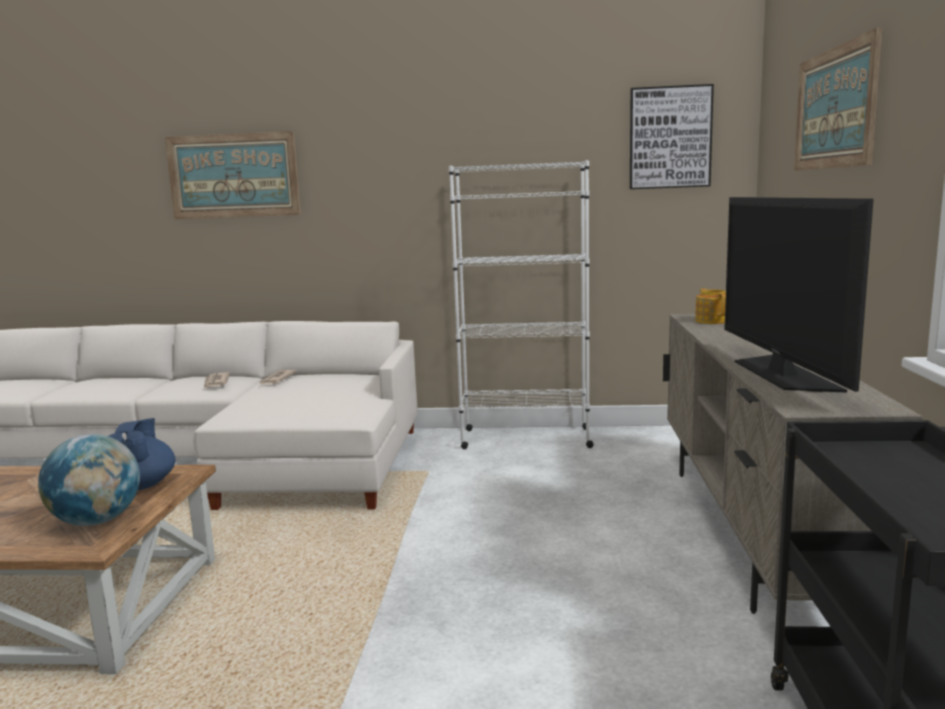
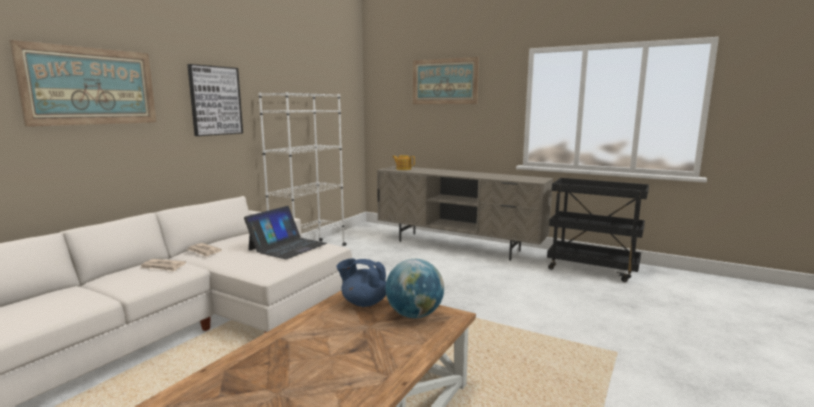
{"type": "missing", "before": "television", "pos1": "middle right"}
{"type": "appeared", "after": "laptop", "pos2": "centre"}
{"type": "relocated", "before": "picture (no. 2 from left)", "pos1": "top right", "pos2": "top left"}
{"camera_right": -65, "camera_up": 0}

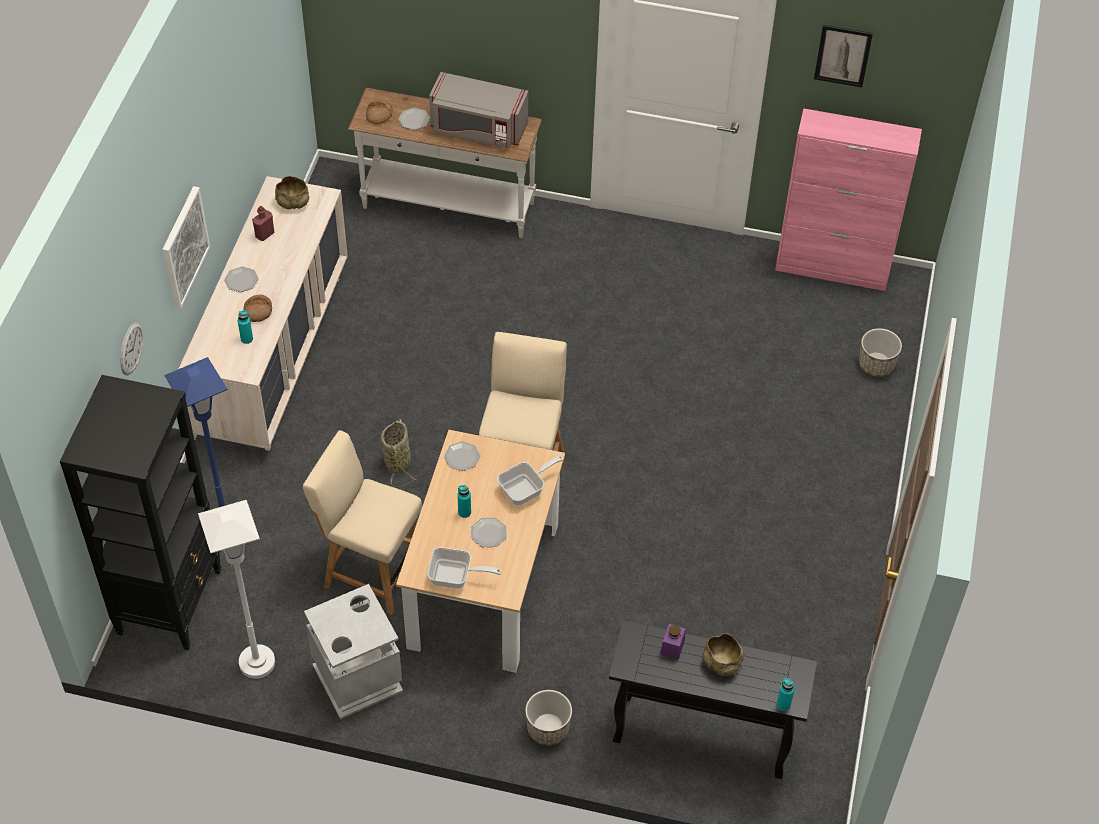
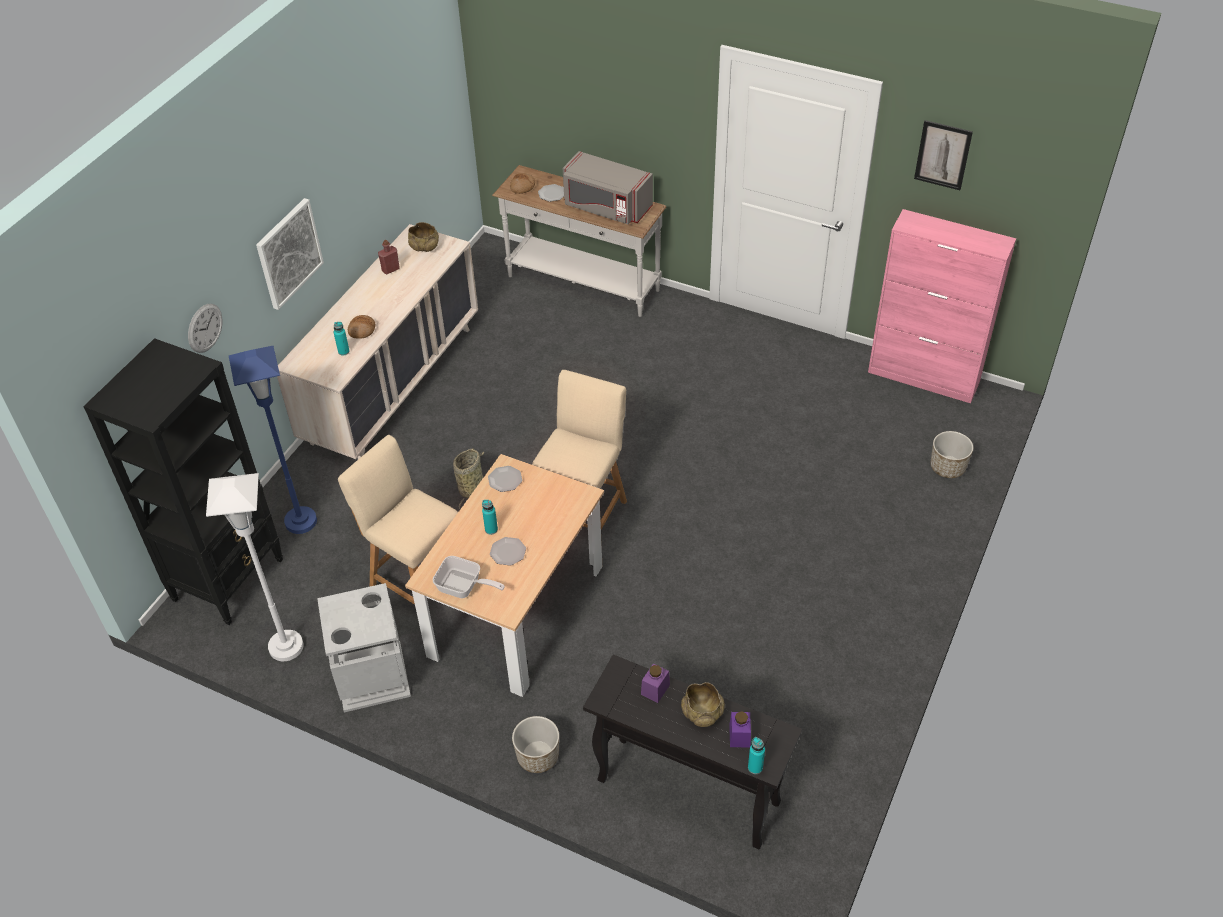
{"type": "missing", "before": "plate (no. 1 from left)", "pos1": "middle left"}
{"type": "missing", "before": "frying pan (no. 2 from left)", "pos1": "centre"}
{"type": "appeared", "after": "jar (purple) (no. 2 from left)", "pos2": "bottom centre"}
{"camera_right": 15, "camera_up": -5}

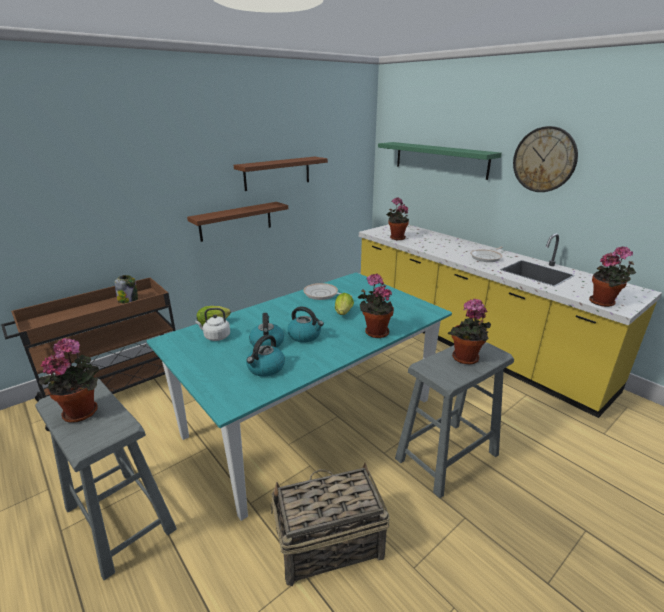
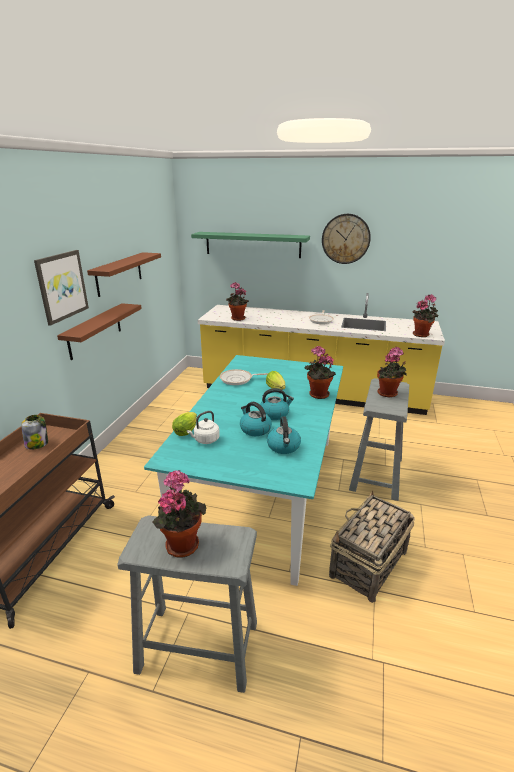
{"type": "appeared", "after": "picture", "pos2": "middle left"}
{"camera_right": -35, "camera_up": 0}

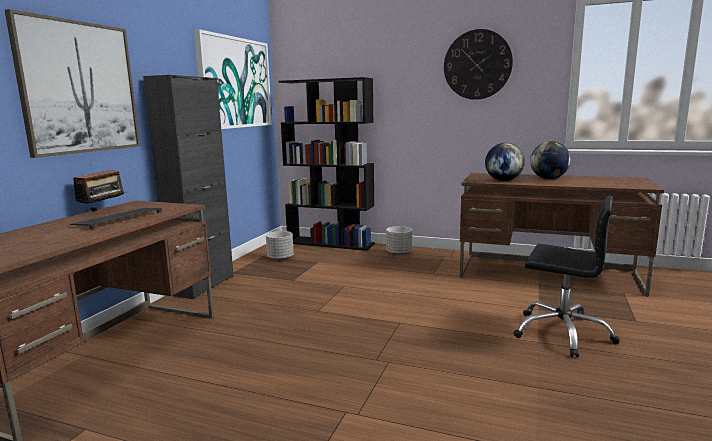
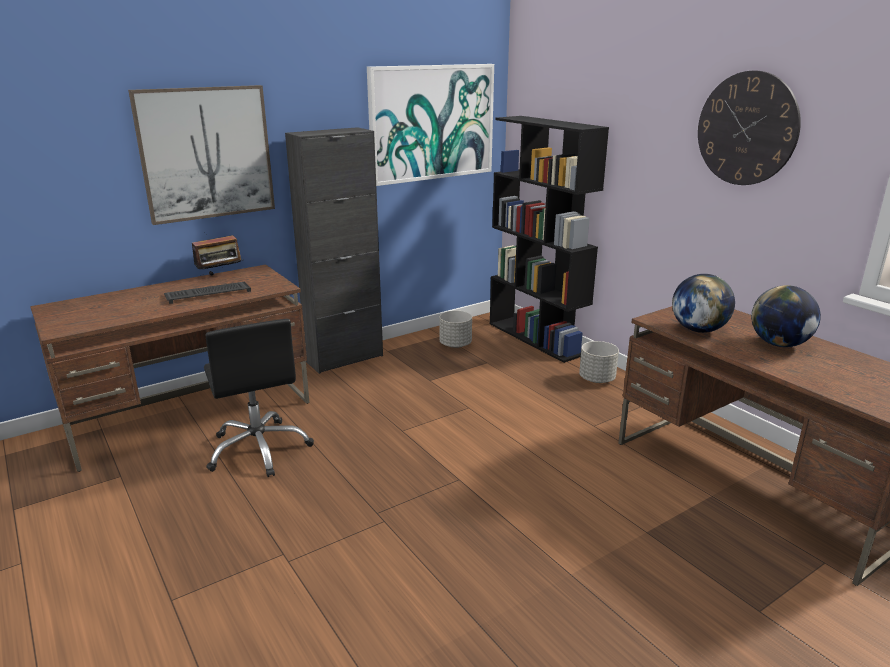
{"type": "relocated", "before": "office chair (black)", "pos1": "middle right", "pos2": "middle left"}
{"camera_right": 35, "camera_up": 10}

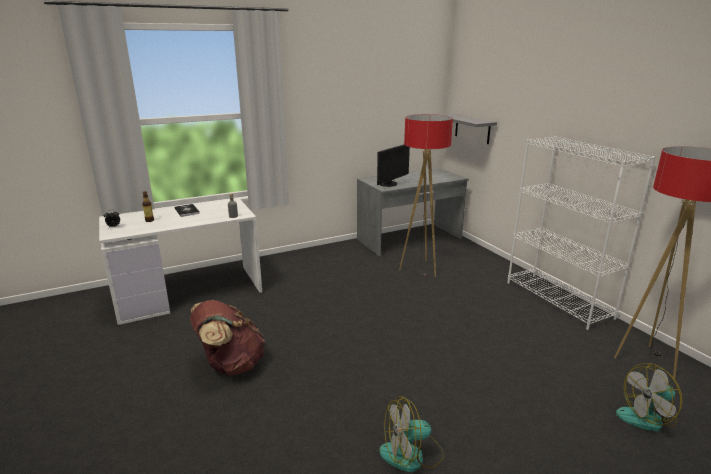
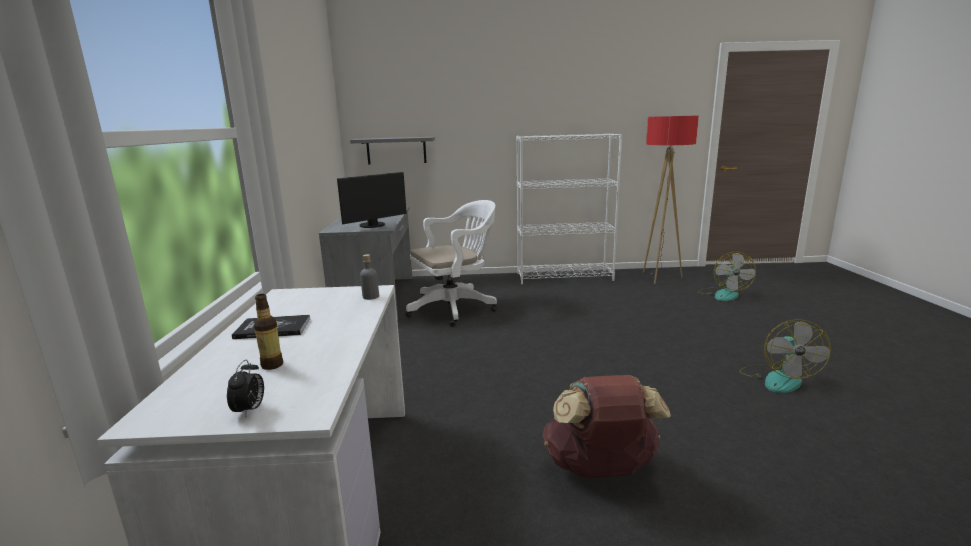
{"type": "exchanged", "before": "floor lamp (no. 1 from left)", "after": "office chair (white)", "pos1": "centre", "pos2": "centre"}
{"type": "spun", "before": "monitor", "pos1": "centre", "pos2": "centre", "turn": 75}
{"camera_right": -65, "camera_up": -5}

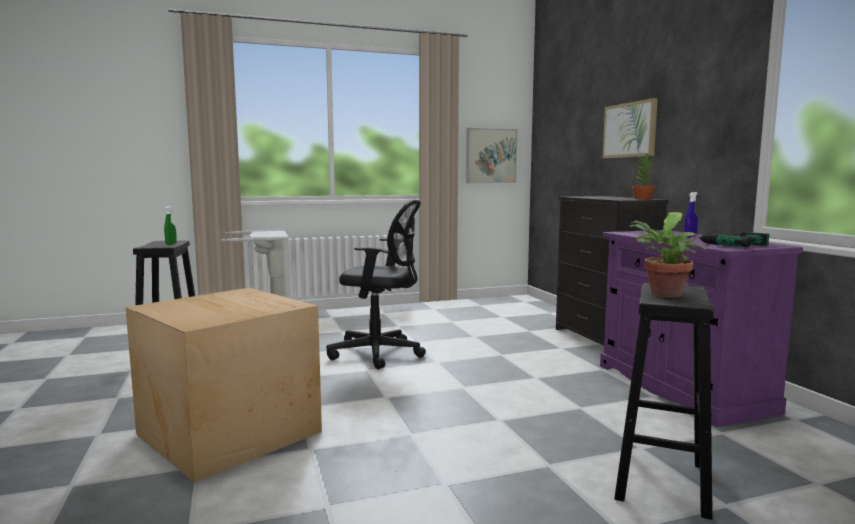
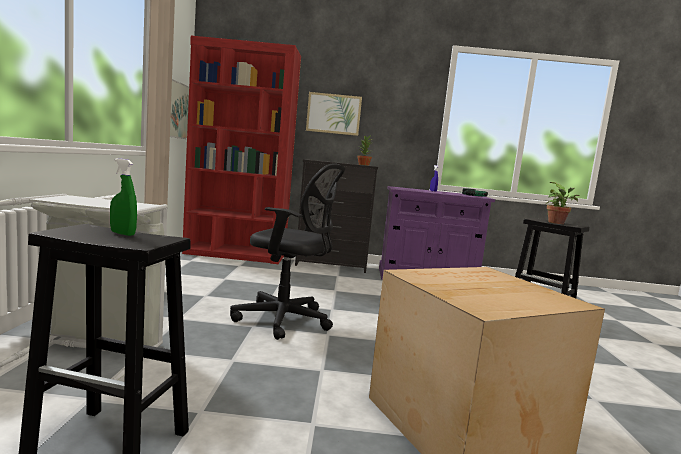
{"type": "appeared", "after": "bookcase (red)", "pos2": "top centre"}
{"type": "spun", "before": "office chair (black)", "pos1": "centre", "pos2": "centre", "turn": 75}
{"camera_right": -70, "camera_up": 0}

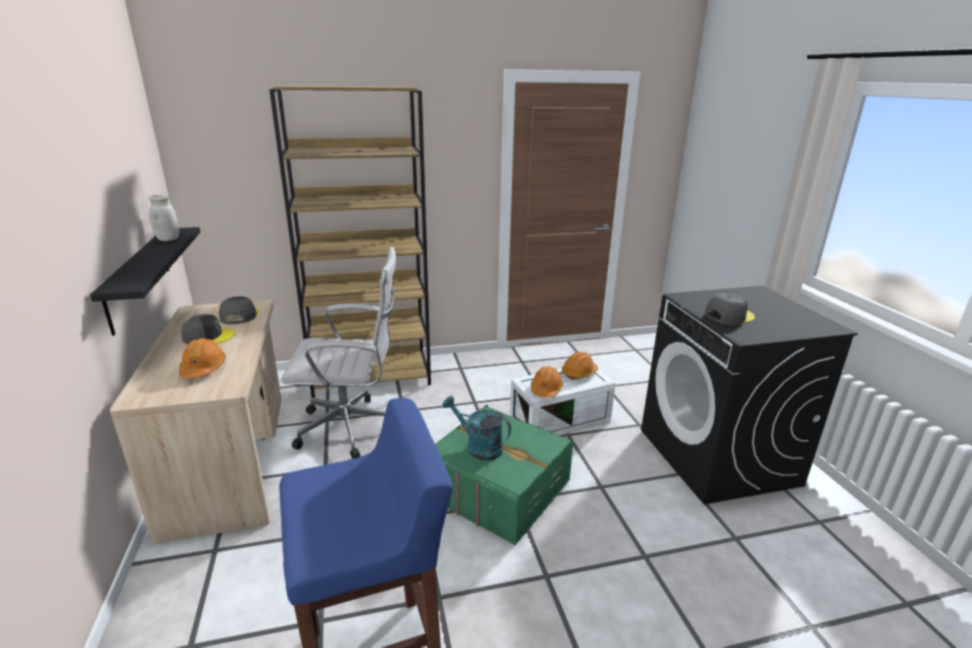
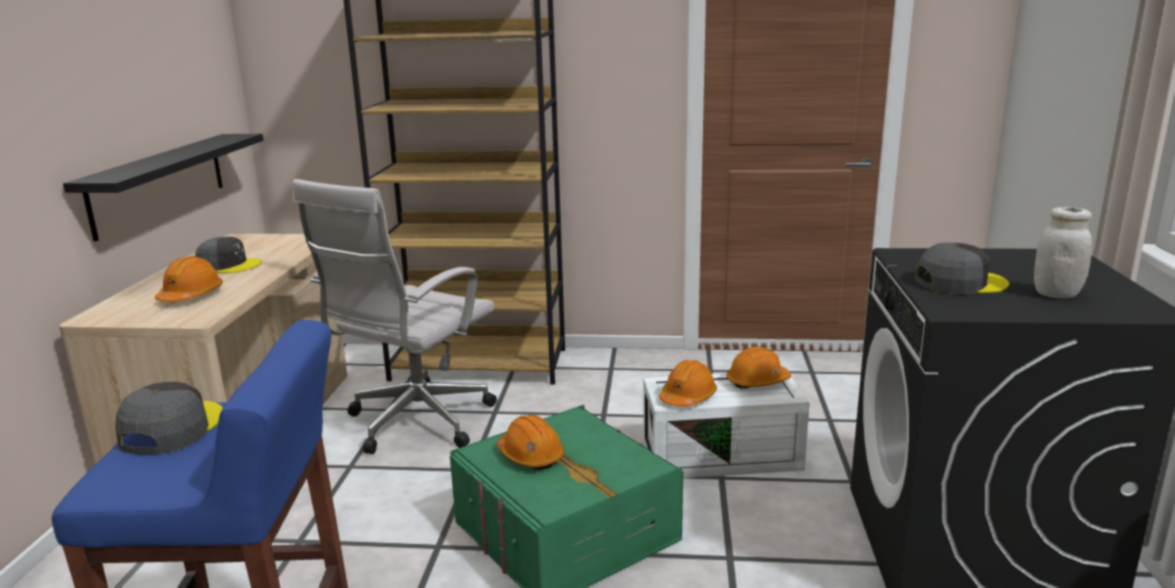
{"type": "relocated", "before": "jar (white)", "pos1": "middle left", "pos2": "middle right"}
{"type": "relocated", "before": "cap (grey) (no. 2 from left in the first image)", "after": "cap (grey) (no. 1 from left)", "pos1": "middle left", "pos2": "bottom left"}
{"type": "exchanged", "before": "watering can (turquoise)", "after": "hard hat (orange) (no. 2 from left)", "pos1": "centre", "pos2": "bottom centre"}
{"type": "spun", "before": "office chair (white)", "pos1": "centre", "pos2": "centre", "turn": 105}
{"camera_right": 20, "camera_up": -5}

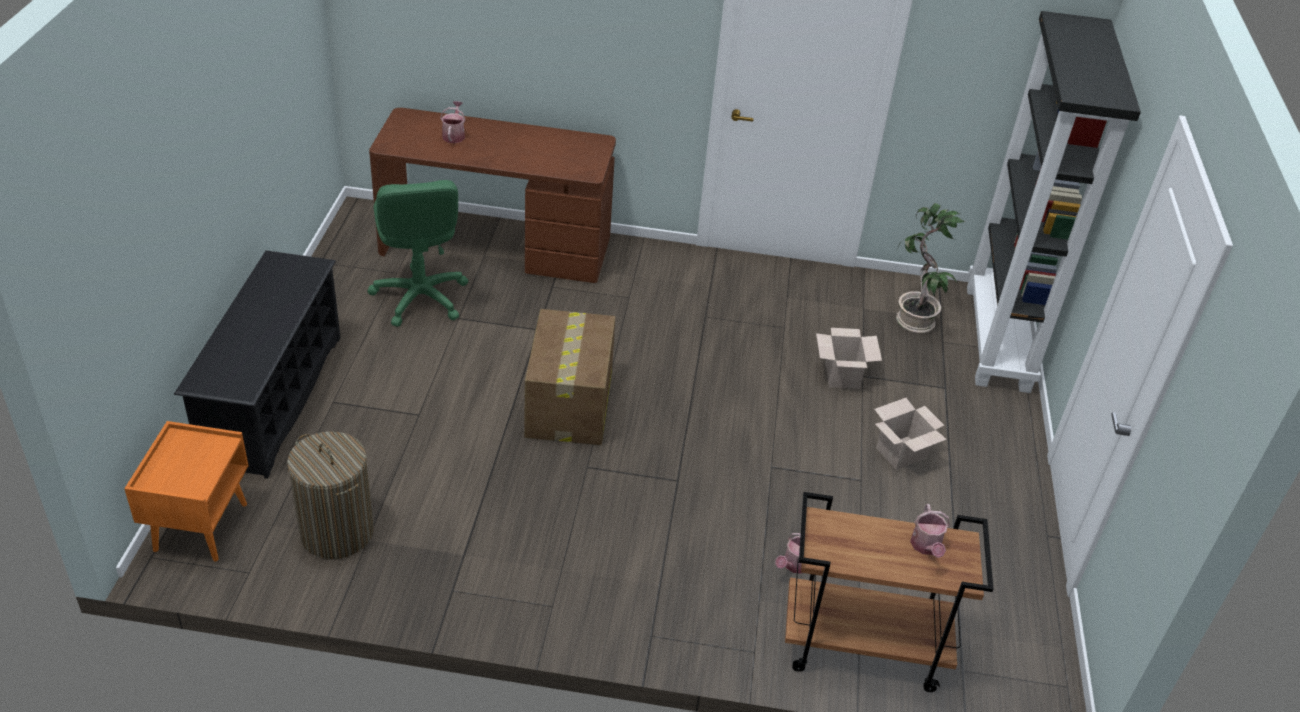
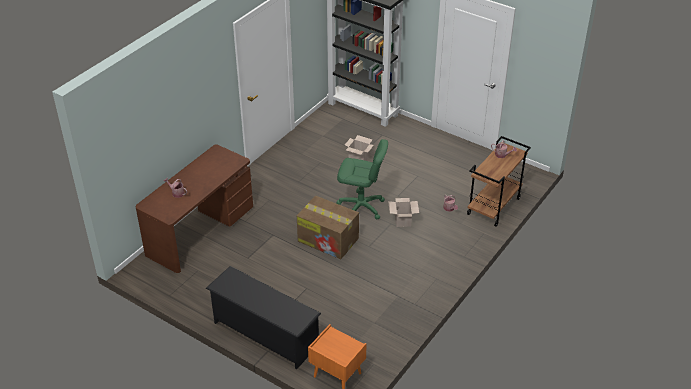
{"type": "missing", "before": "laundry basket", "pos1": "bottom left"}
{"type": "missing", "before": "potted plant", "pos1": "middle right"}
{"type": "relocated", "before": "office chair (green)", "pos1": "middle left", "pos2": "centre"}
{"type": "relocated", "before": "cardboard box (no. 3 from left)", "pos1": "middle right", "pos2": "centre"}
{"camera_right": -60, "camera_up": 0}

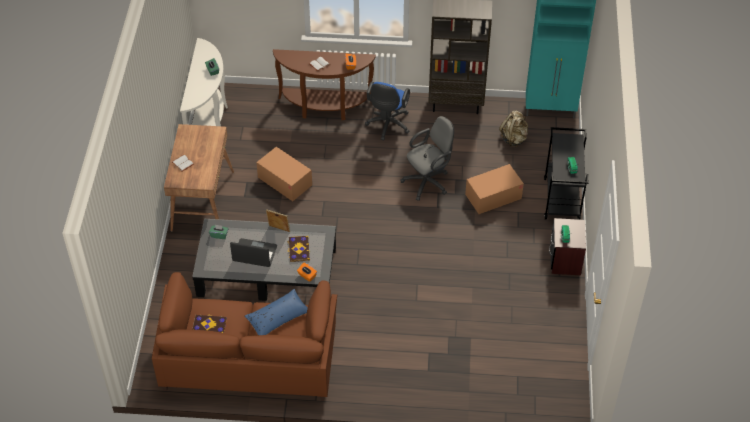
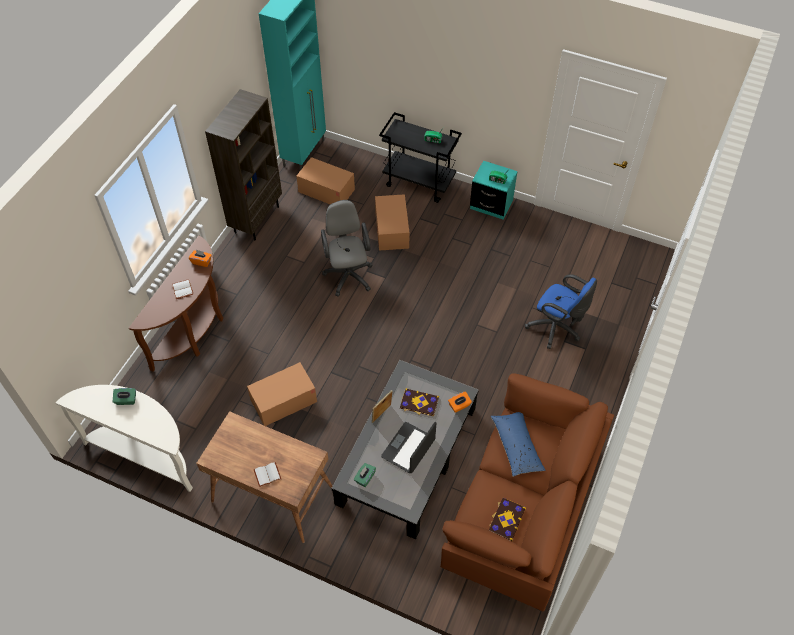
{"type": "relocated", "before": "office chair (blue)", "pos1": "top centre", "pos2": "middle right"}
{"type": "exchanged", "before": "backpack (beige)", "after": "cardboard box (no. 2 from left)", "pos1": "top right", "pos2": "top centre"}
{"type": "colour", "before": "nightstand (brown)", "after": "nightstand (turquoise)", "pos1": "middle right", "pos2": "top centre"}
{"camera_right": -70, "camera_up": 5}

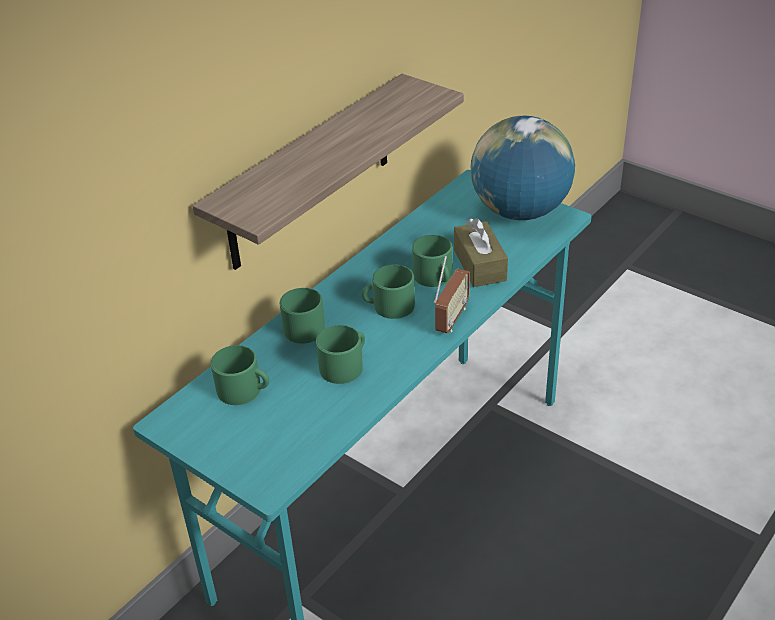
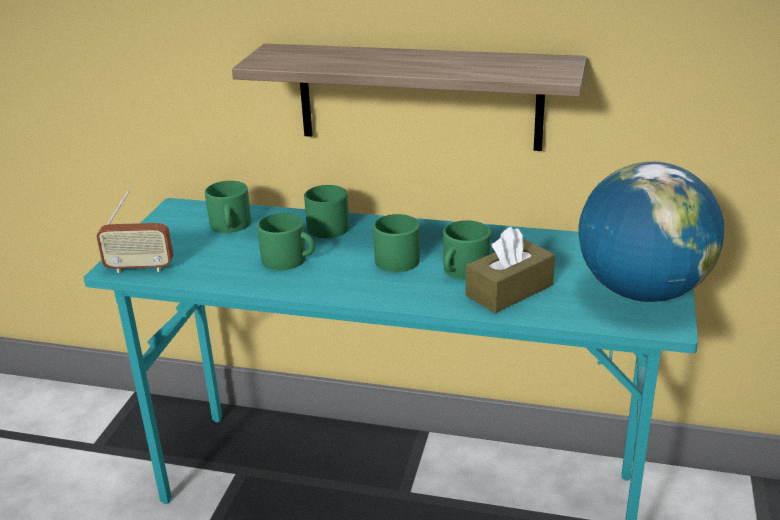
{"type": "relocated", "before": "radio", "pos1": "centre", "pos2": "middle left"}
{"camera_right": 65, "camera_up": -10}

